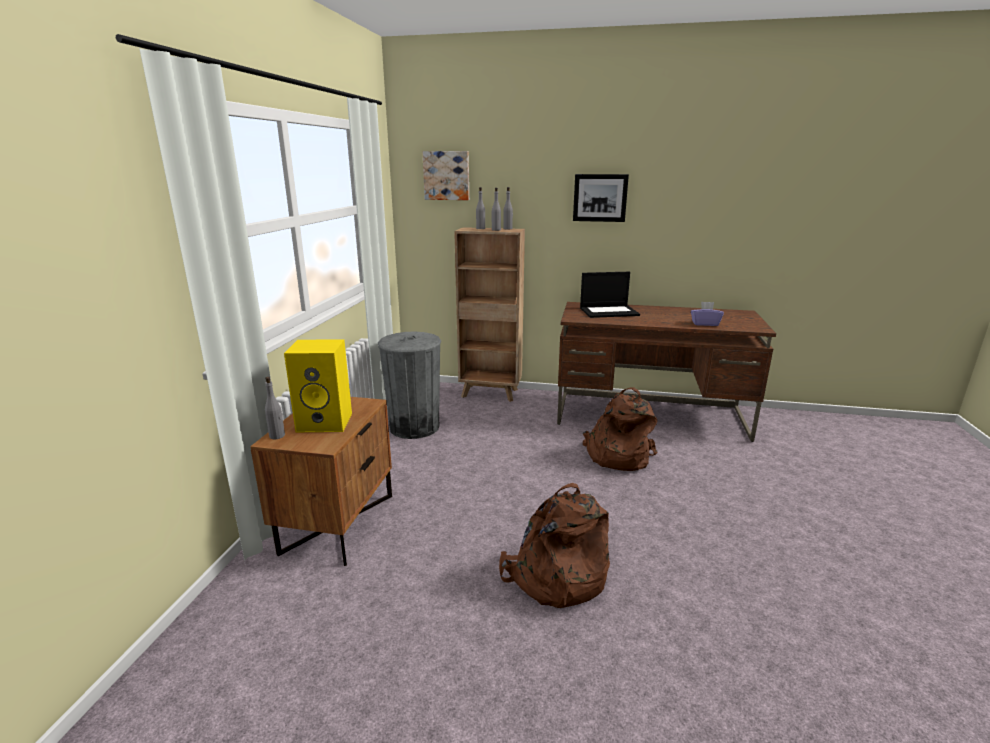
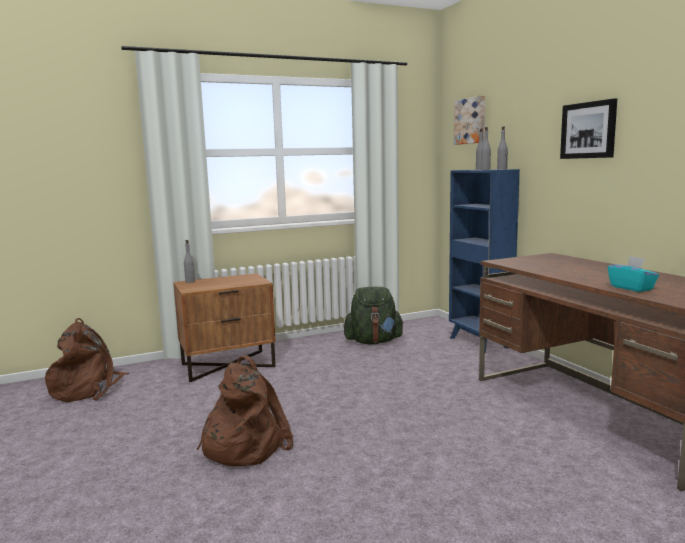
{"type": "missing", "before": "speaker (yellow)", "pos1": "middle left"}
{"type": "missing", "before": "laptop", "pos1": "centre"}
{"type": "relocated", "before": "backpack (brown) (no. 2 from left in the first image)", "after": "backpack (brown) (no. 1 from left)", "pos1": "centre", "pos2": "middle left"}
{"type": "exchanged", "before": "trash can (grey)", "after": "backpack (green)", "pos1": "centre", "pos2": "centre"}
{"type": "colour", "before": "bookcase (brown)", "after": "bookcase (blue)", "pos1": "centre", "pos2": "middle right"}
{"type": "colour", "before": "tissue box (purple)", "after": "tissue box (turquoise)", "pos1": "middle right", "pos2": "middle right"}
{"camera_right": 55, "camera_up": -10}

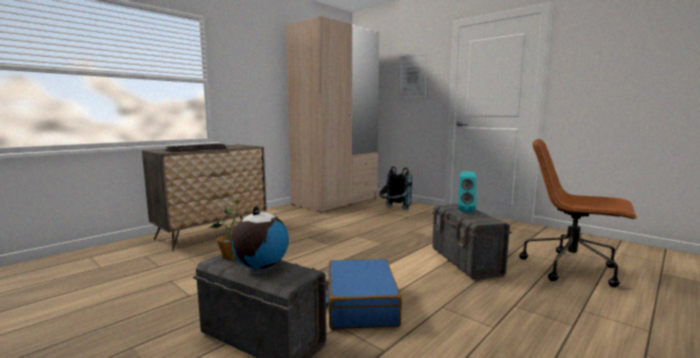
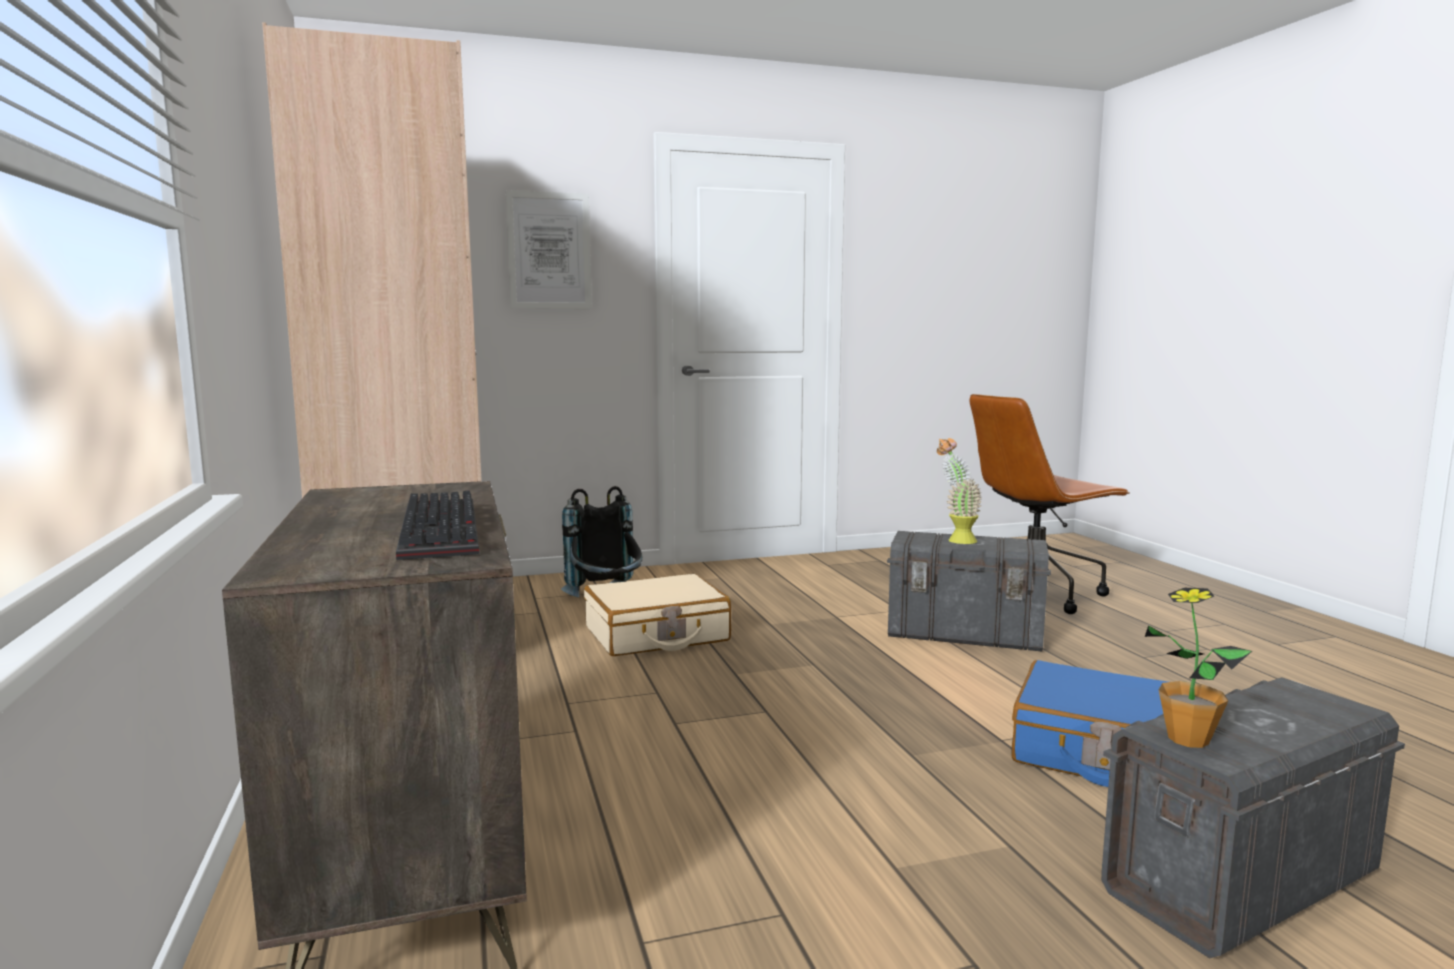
{"type": "missing", "before": "globe", "pos1": "centre"}
{"type": "appeared", "after": "suitcase (beige)", "pos2": "centre"}
{"type": "exchanged", "before": "speaker (turquoise)", "after": "potted plant (no. 1 from left)", "pos1": "middle right", "pos2": "centre"}
{"camera_right": -60, "camera_up": 0}

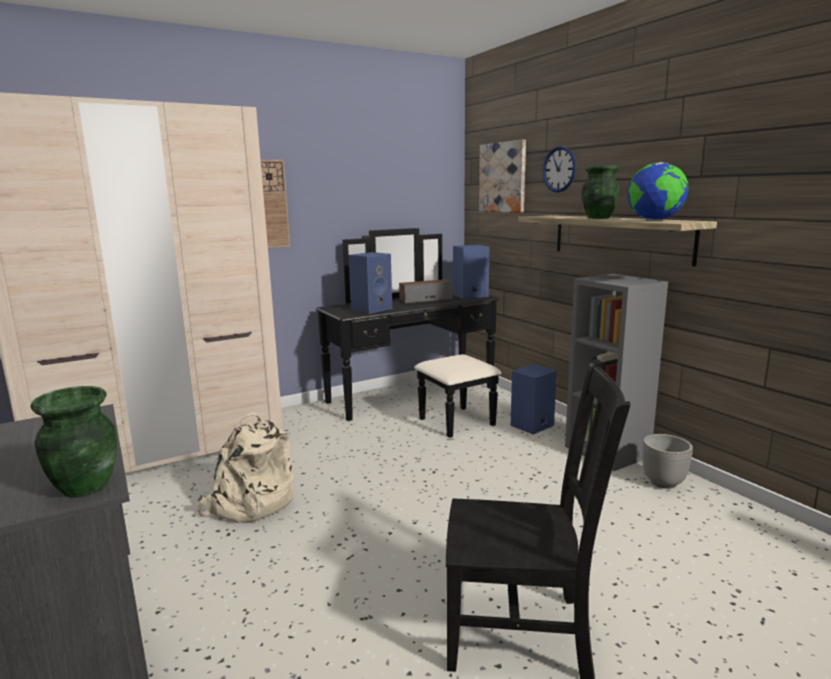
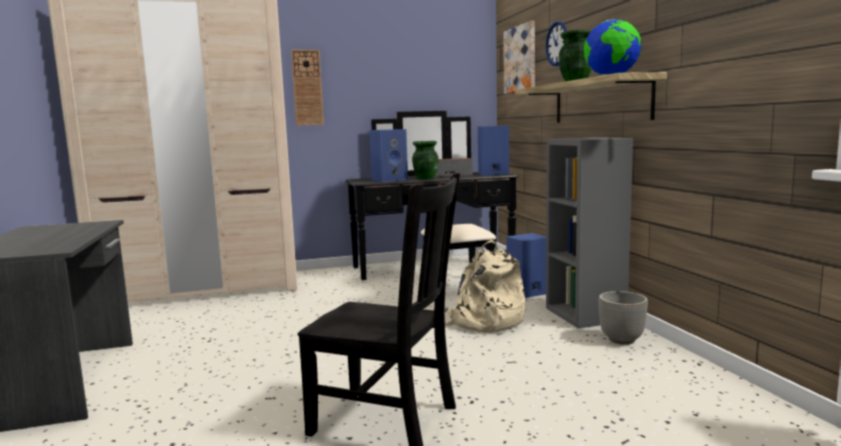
{"type": "relocated", "before": "vase (green) (no. 1 from left)", "pos1": "middle left", "pos2": "centre"}
{"type": "relocated", "before": "backpack (beige)", "pos1": "bottom left", "pos2": "centre"}
{"camera_right": 15, "camera_up": -5}

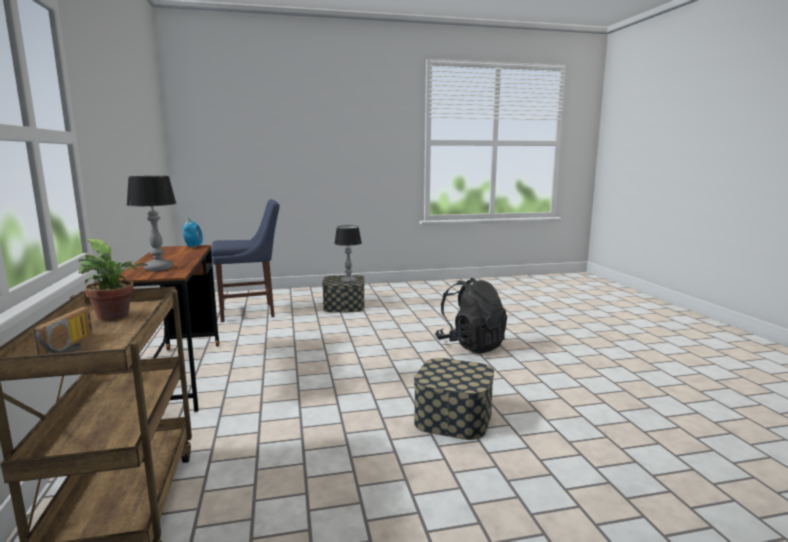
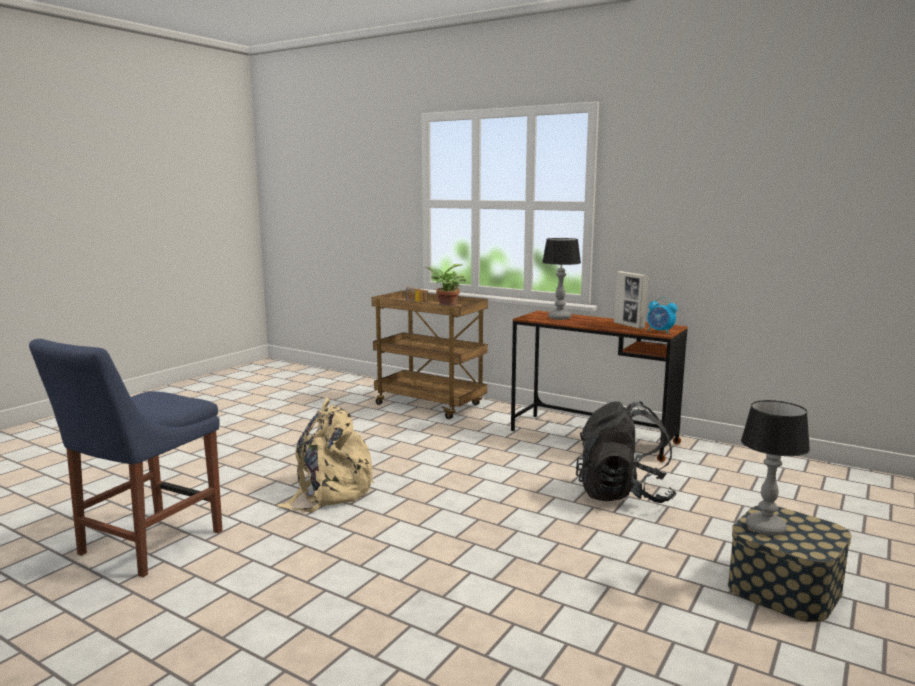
{"type": "appeared", "after": "picture frame", "pos2": "middle right"}
{"type": "relocated", "before": "chair (blue)", "pos1": "middle left", "pos2": "bottom left"}
{"type": "relocated", "before": "backpack (black)", "pos1": "centre", "pos2": "middle right"}
{"type": "exchanged", "before": "storage box (no. 2 from left)", "after": "backpack (beige)", "pos1": "bottom centre", "pos2": "centre"}
{"camera_right": 135, "camera_up": 0}

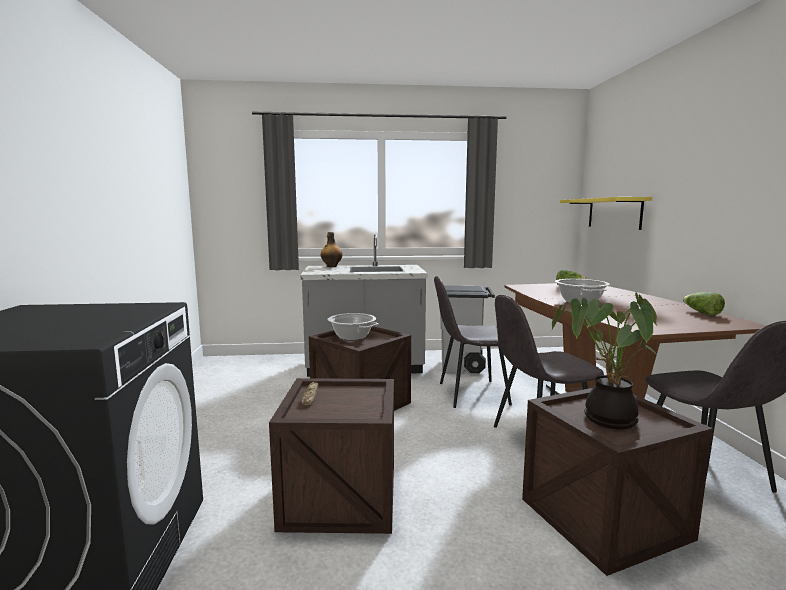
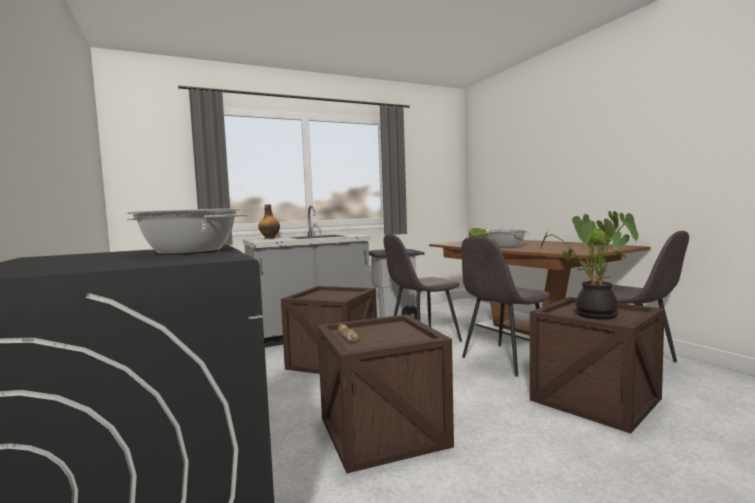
{"type": "missing", "before": "shelf (yellow)", "pos1": "middle right"}
{"type": "relocated", "before": "cooking pot (no. 1 from left)", "pos1": "centre", "pos2": "middle left"}
{"camera_right": -20, "camera_up": -5}

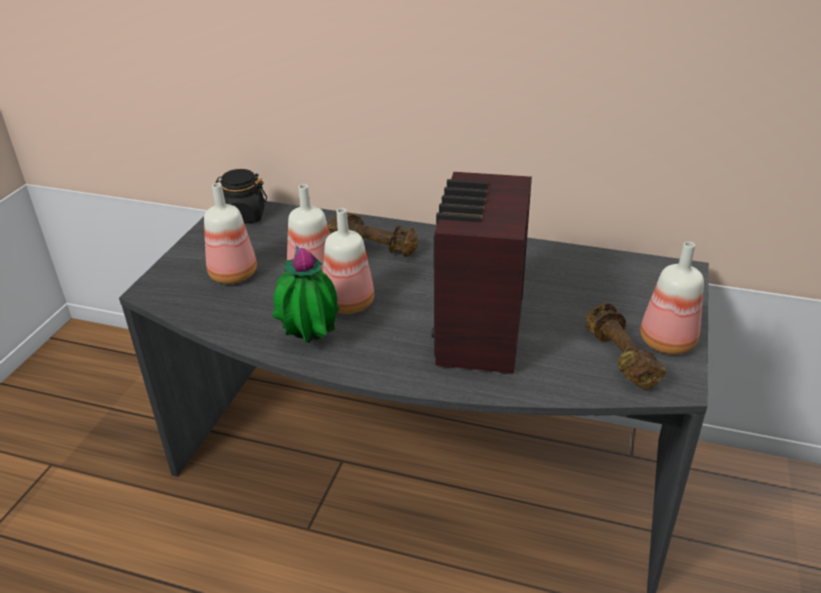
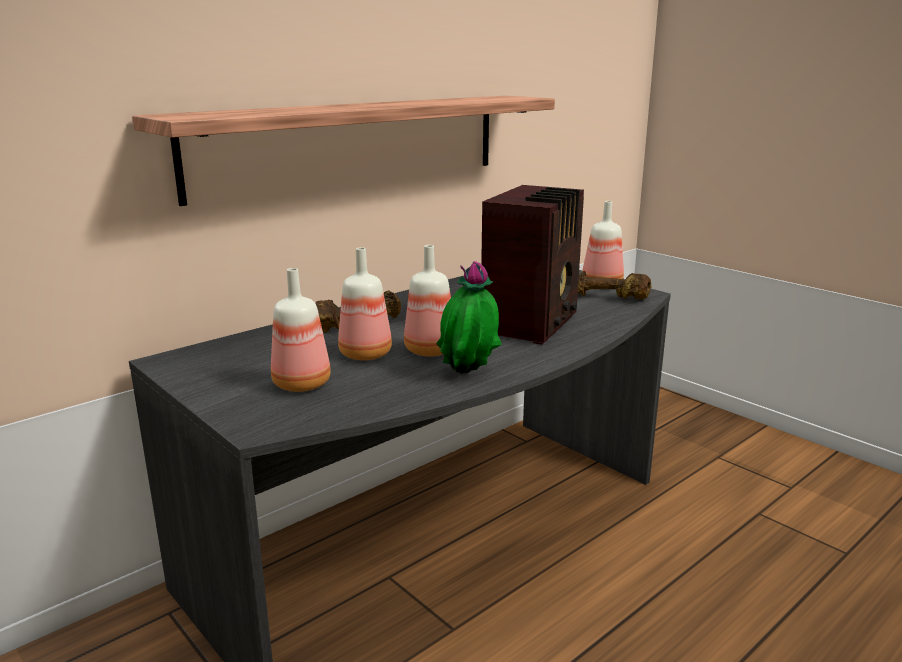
{"type": "missing", "before": "jar (black)", "pos1": "top left"}
{"type": "appeared", "after": "shelf", "pos2": "top centre"}
{"type": "spun", "before": "radio", "pos1": "centre", "pos2": "centre", "turn": -105}
{"camera_right": -60, "camera_up": -15}

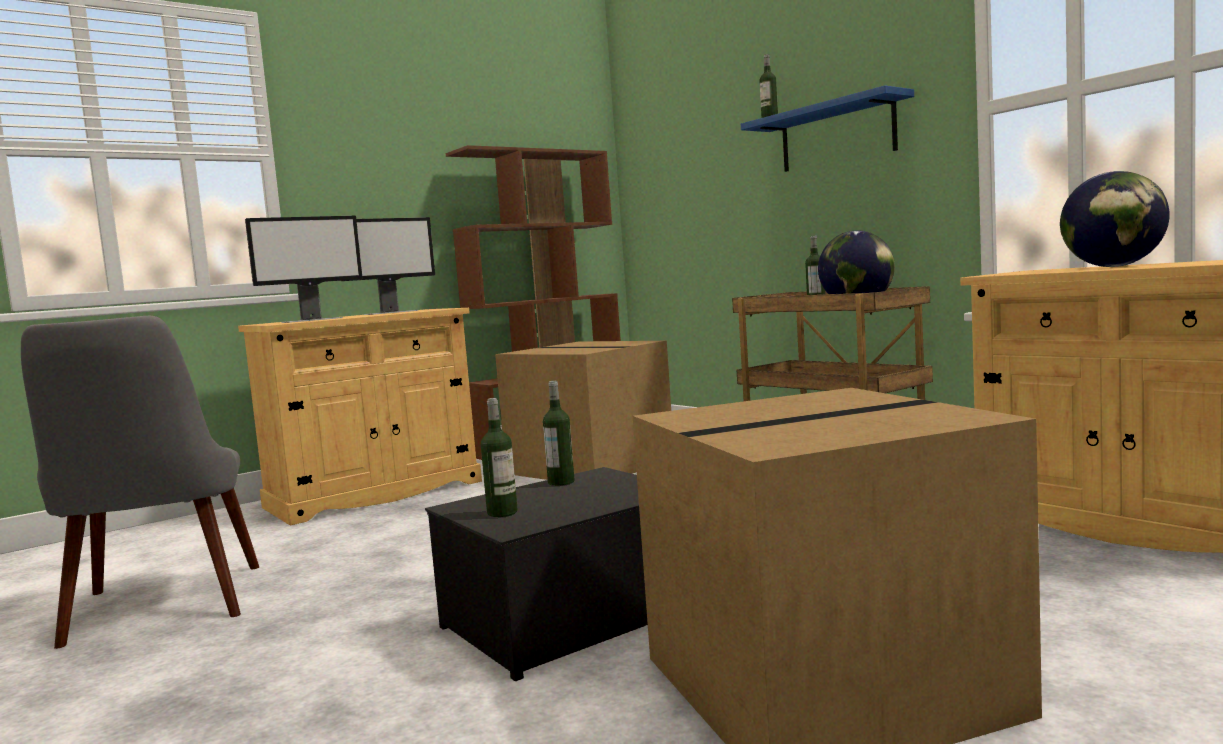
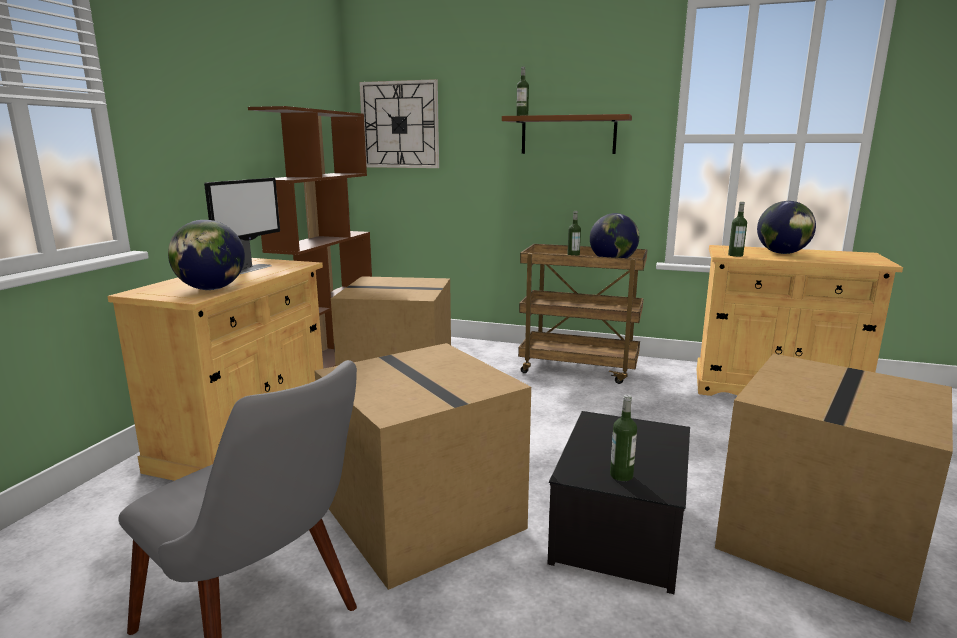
{"type": "appeared", "after": "cardboard box (no. 2 from left)", "pos2": "bottom centre"}
{"type": "appeared", "after": "wall clock", "pos2": "top centre"}
{"type": "relocated", "before": "bottle (no. 2 from left in the first image)", "after": "bottle (no. 4 from left)", "pos1": "centre", "pos2": "middle right"}
{"type": "exchanged", "before": "monitor (no. 1 from left)", "after": "globe (no. 1 from left)", "pos1": "middle left", "pos2": "middle left"}
{"type": "colour", "before": "shelf (blue)", "after": "shelf (brown)", "pos1": "top right", "pos2": "top centre"}
{"camera_right": -35, "camera_up": 10}

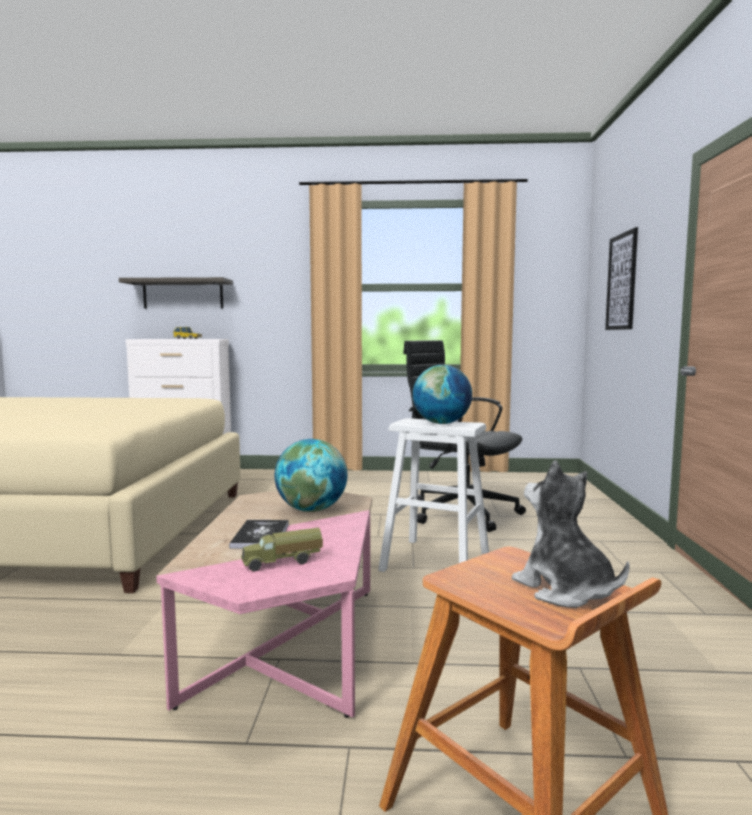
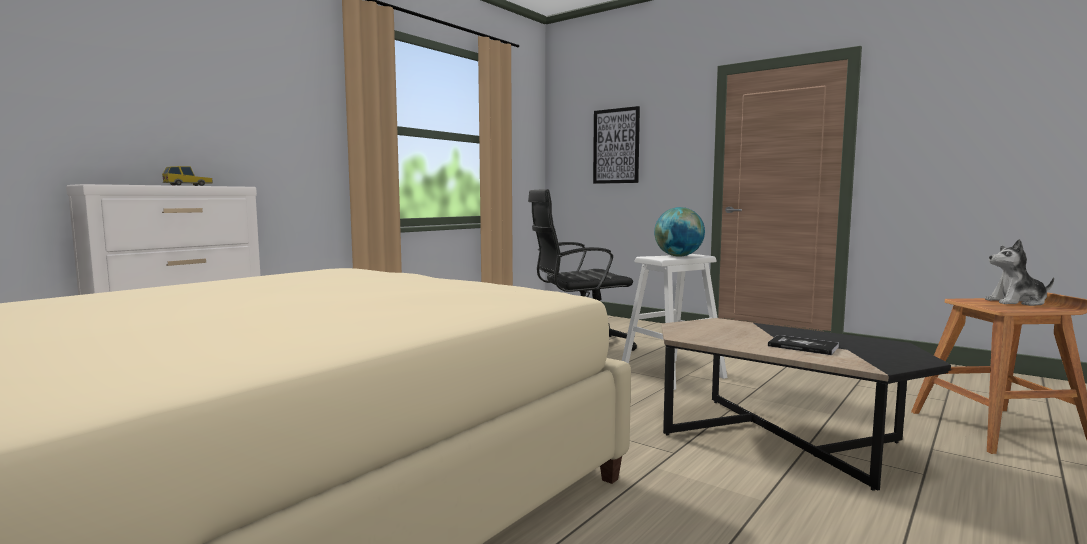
{"type": "missing", "before": "shelf", "pos1": "middle left"}
{"type": "missing", "before": "toy truck", "pos1": "bottom centre"}
{"type": "missing", "before": "globe (no. 1 from left)", "pos1": "centre"}
{"type": "colour", "before": "coffee table (pink)", "after": "coffee table (black)", "pos1": "bottom centre", "pos2": "bottom right"}
{"camera_right": -55, "camera_up": 0}

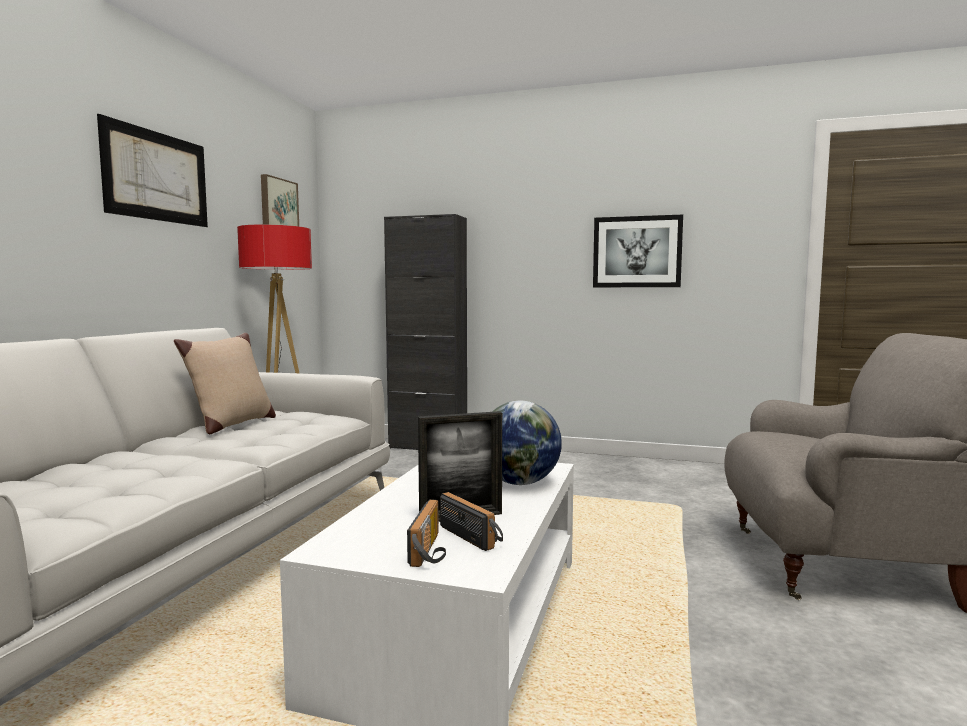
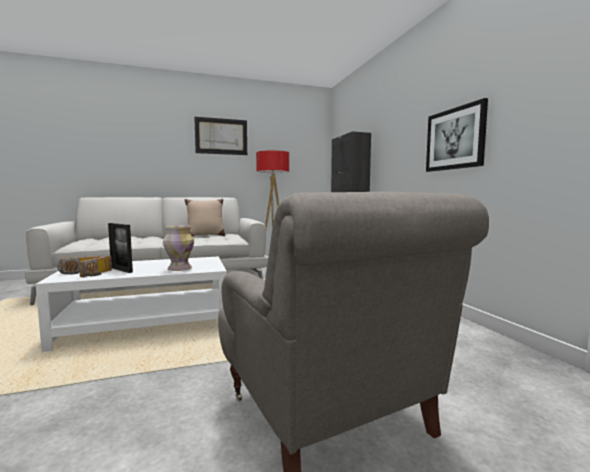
{"type": "missing", "before": "picture (no. 2 from left)", "pos1": "top left"}
{"type": "exchanged", "before": "globe", "after": "vase", "pos1": "centre", "pos2": "middle left"}
{"camera_right": 55, "camera_up": 0}

